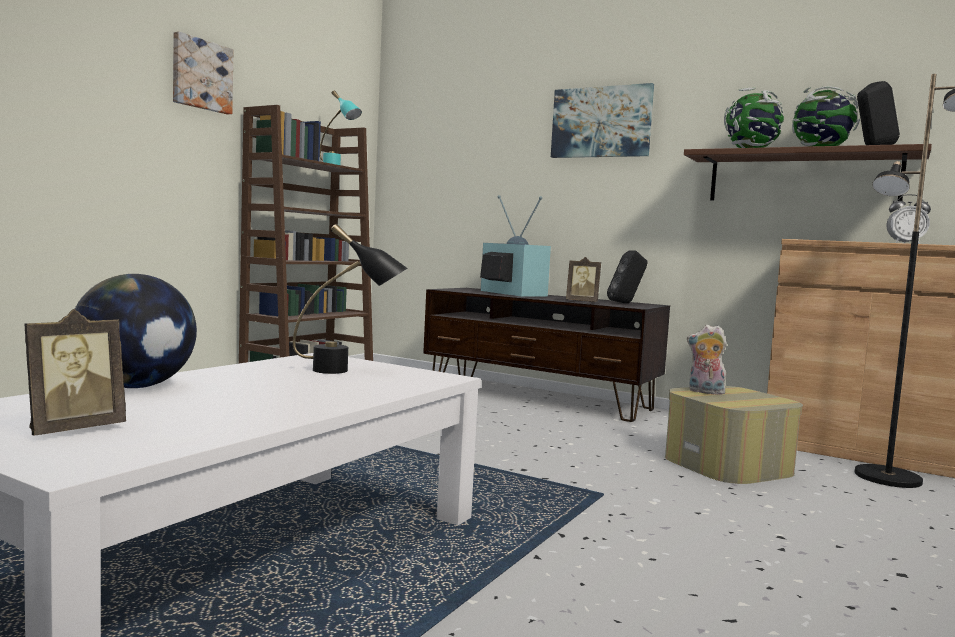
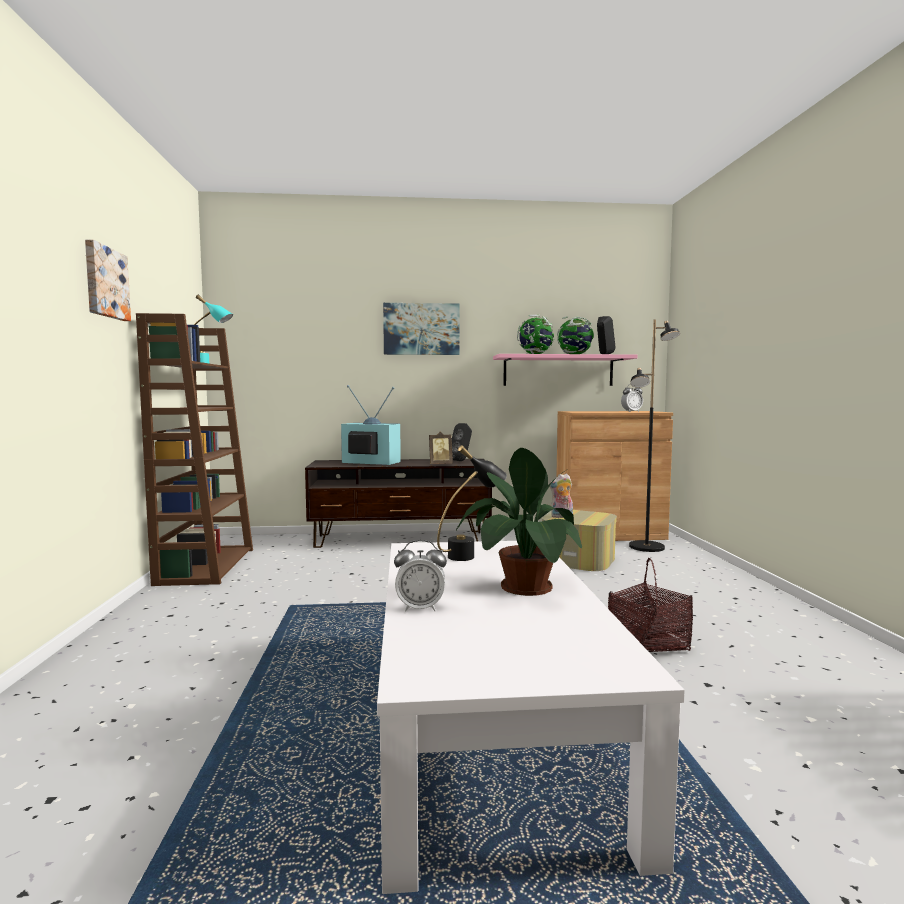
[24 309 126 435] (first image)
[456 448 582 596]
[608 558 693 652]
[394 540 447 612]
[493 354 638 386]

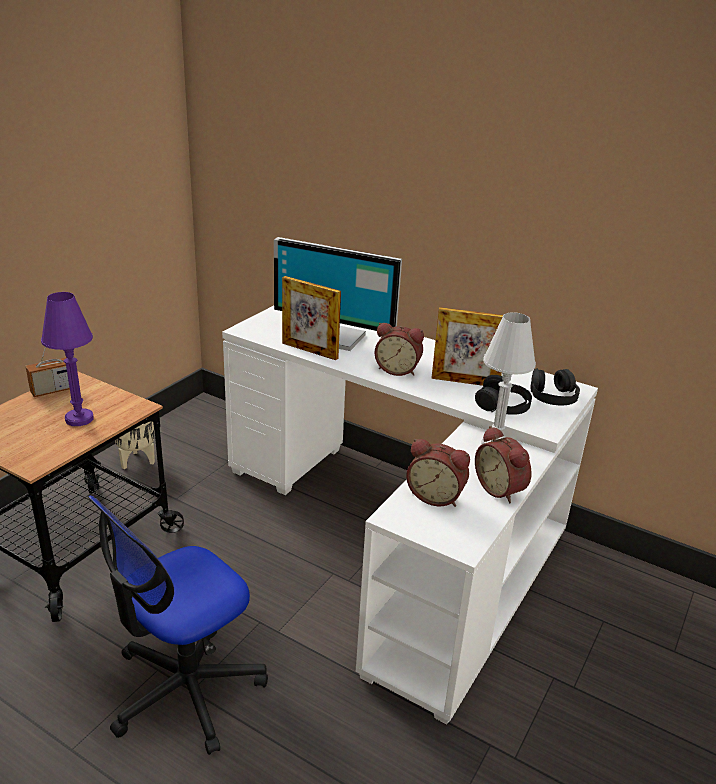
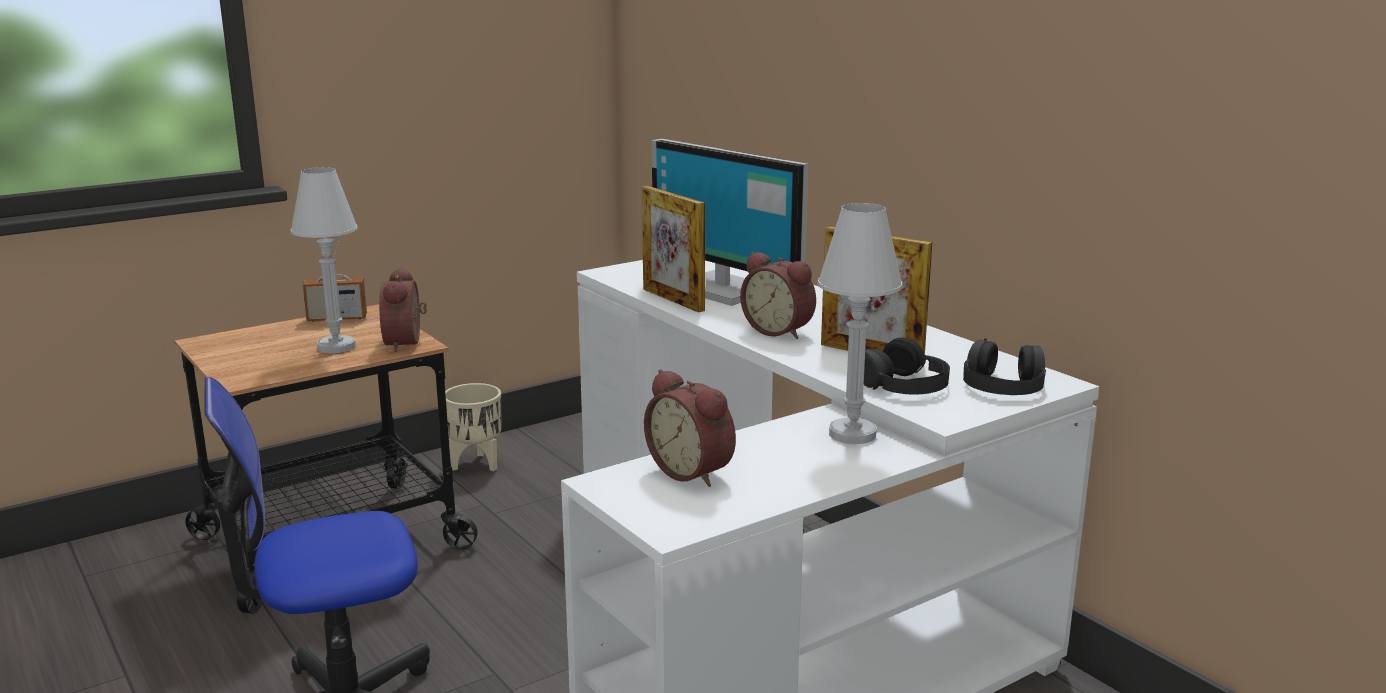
[379 267 427 352]
[291 167 358 353]

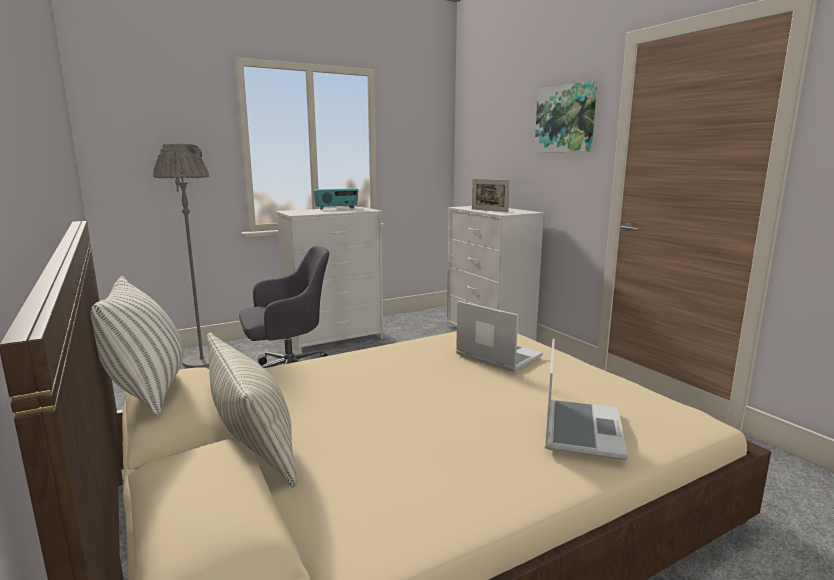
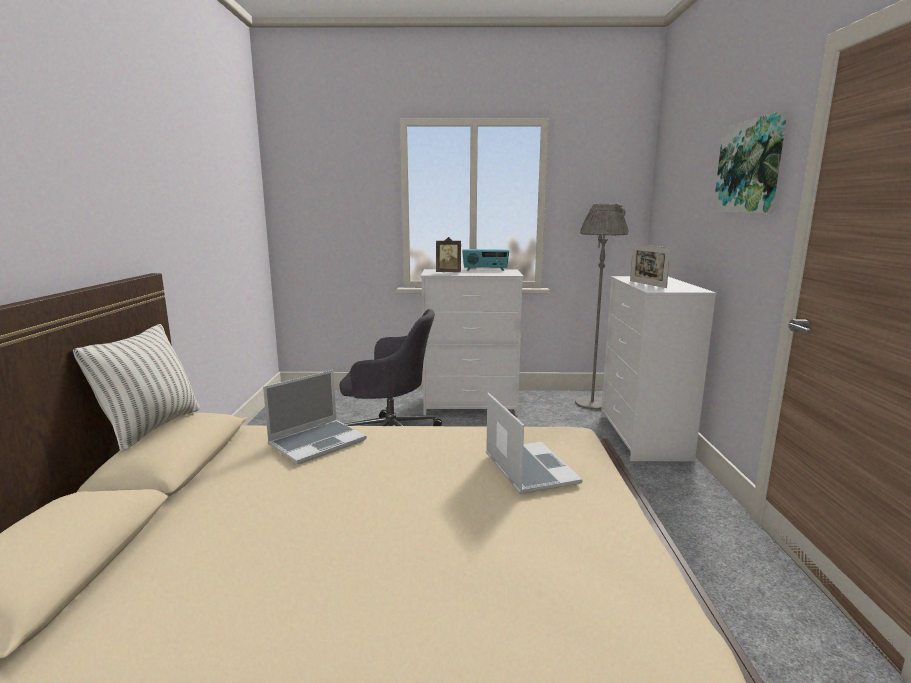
[207 333 297 487] (first image)
[436 237 461 272]
[575 204 629 410]
[263 370 367 464]

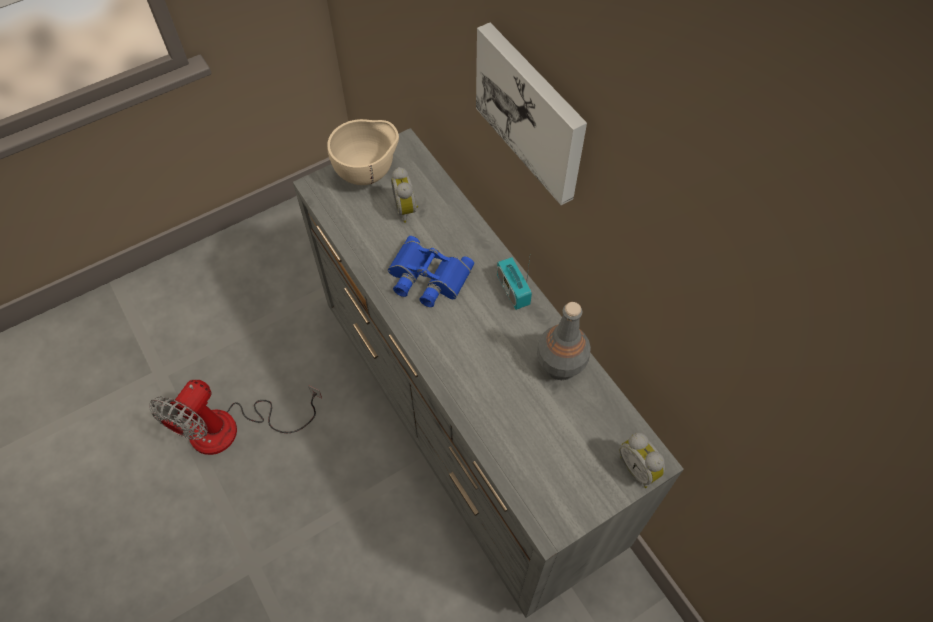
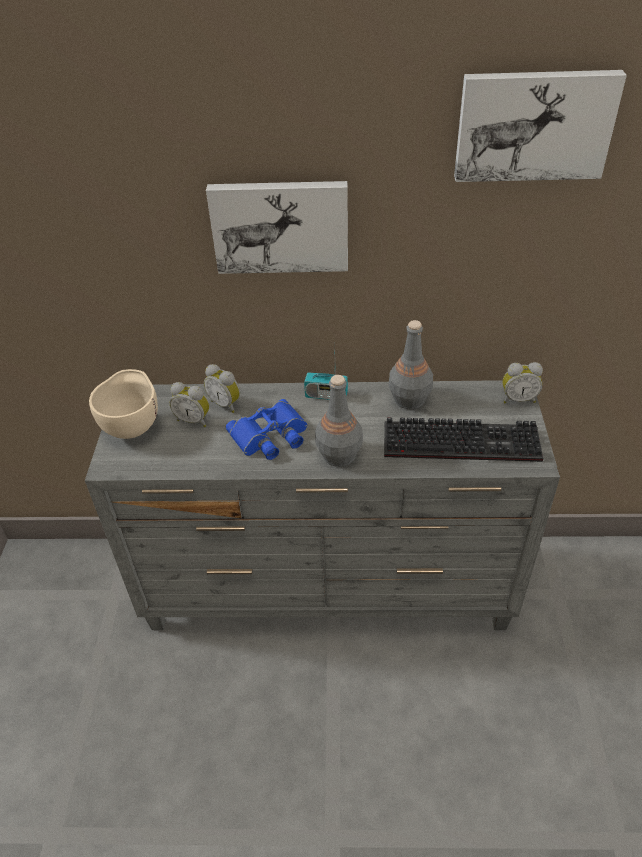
[149 380 322 455] (first image)
[204 364 240 413]
[315 375 363 467]
[384 417 543 462]
[454 70 627 182]

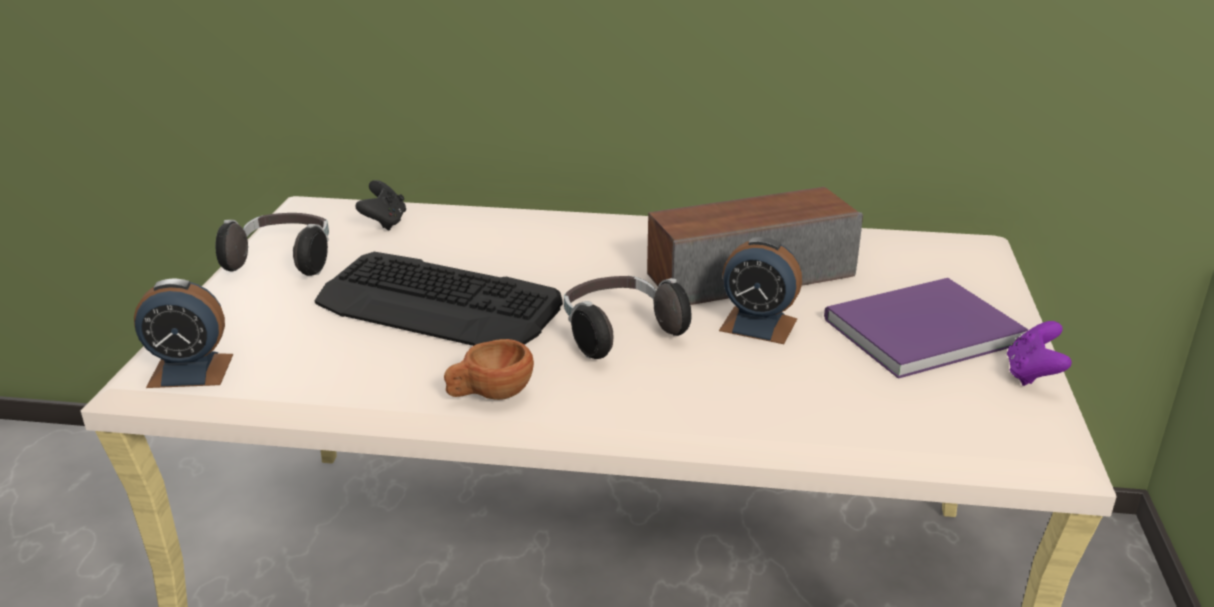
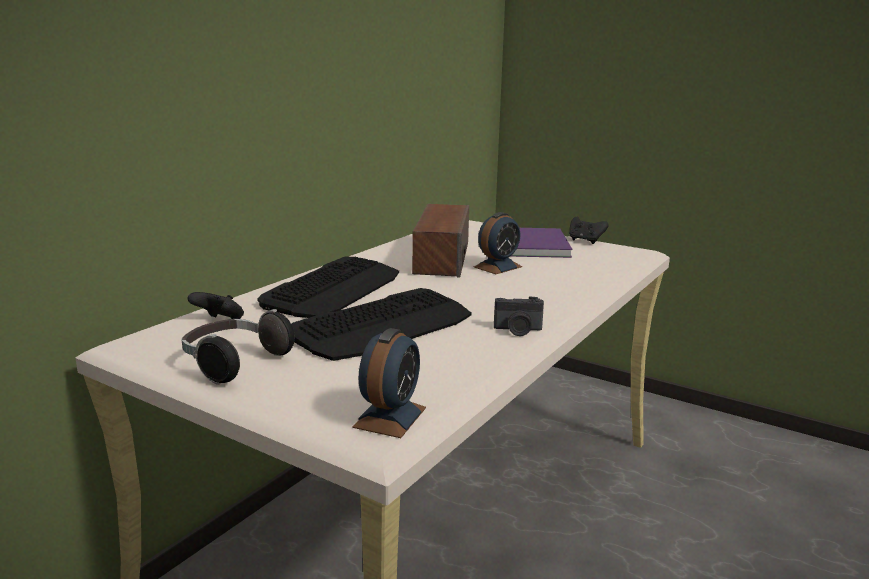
[564 276 691 359] (first image)
[257 257 399 318]
[494 296 544 336]
[569 217 609 244]

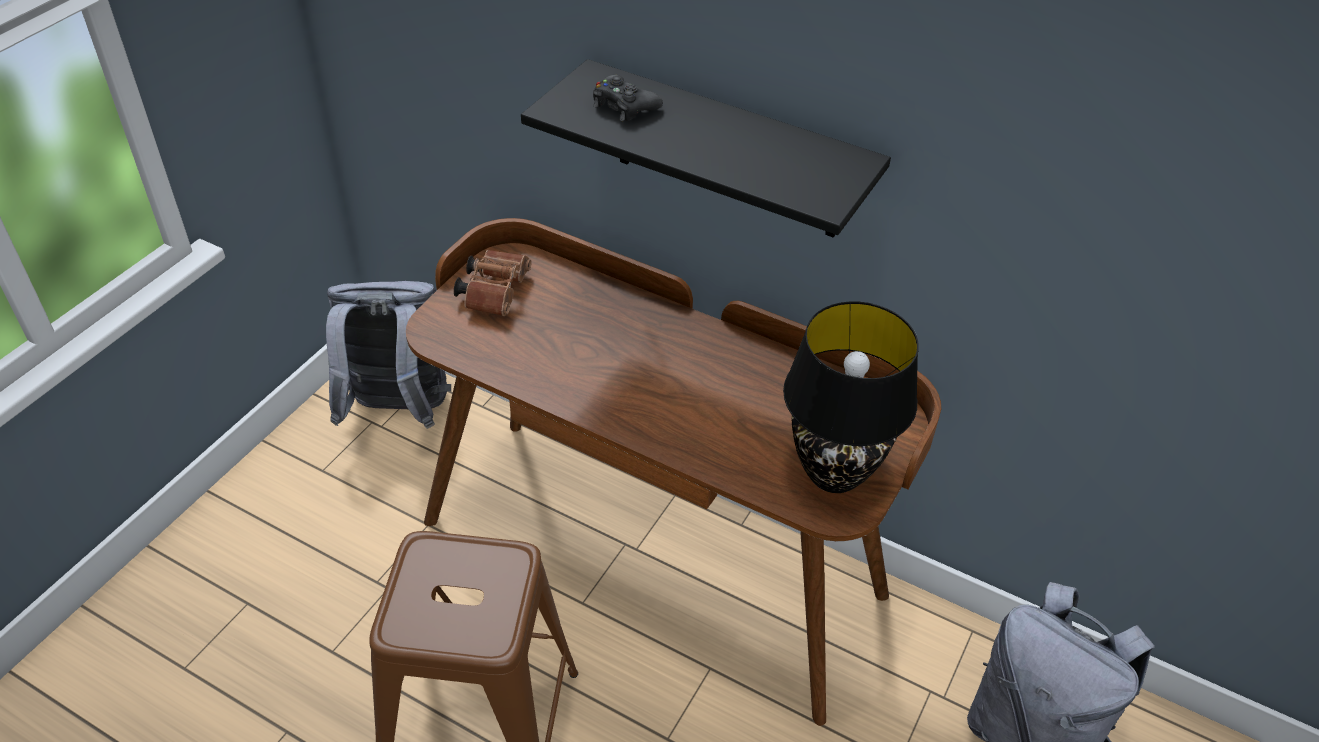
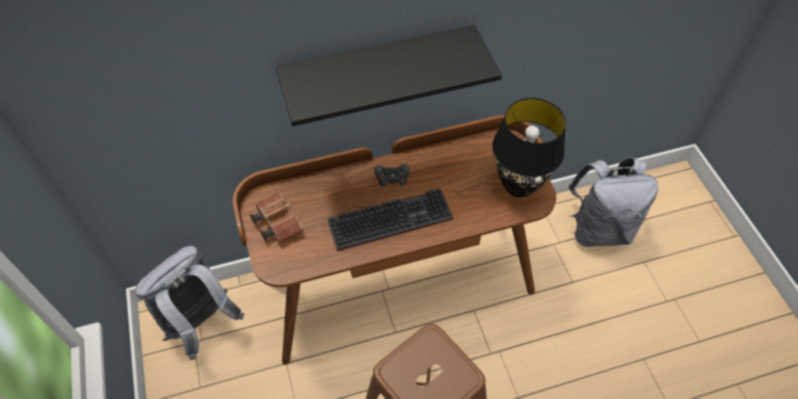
[328 188 453 251]
[375 164 409 188]

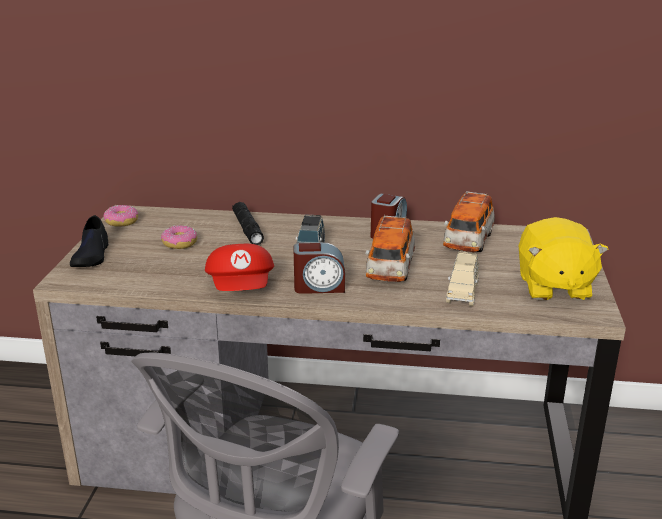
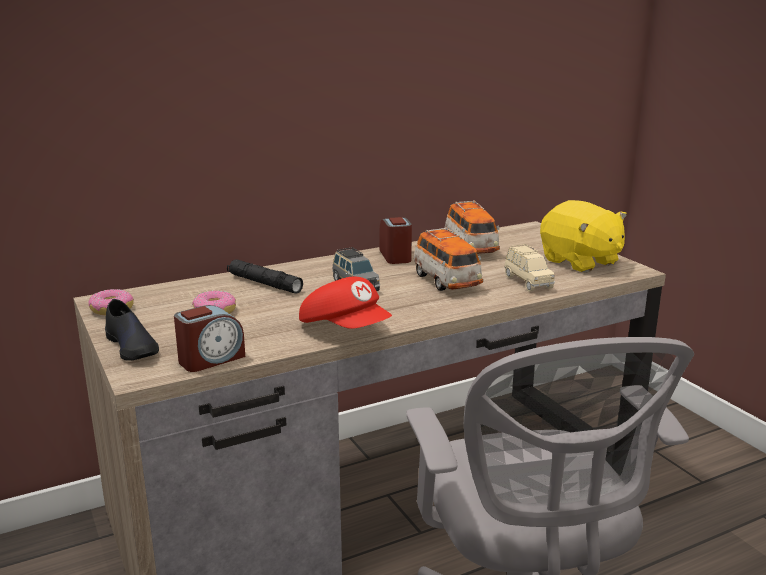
[174 305 245 372]

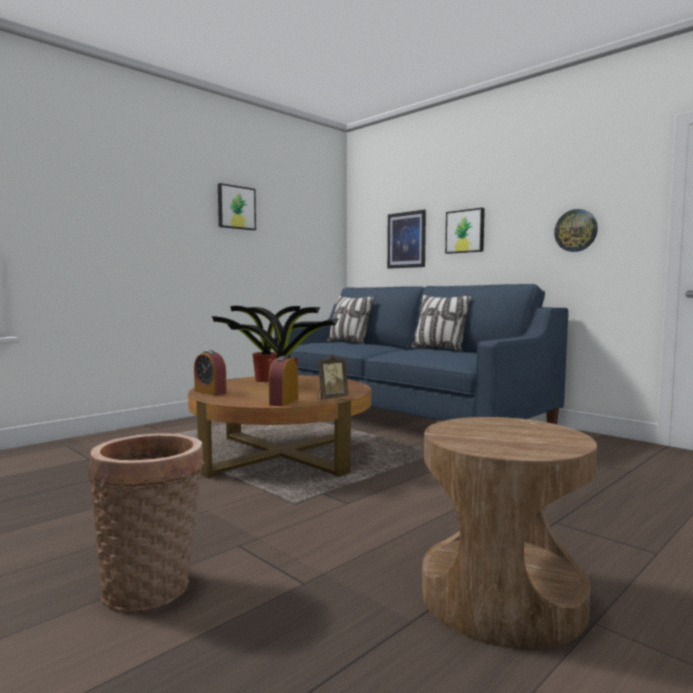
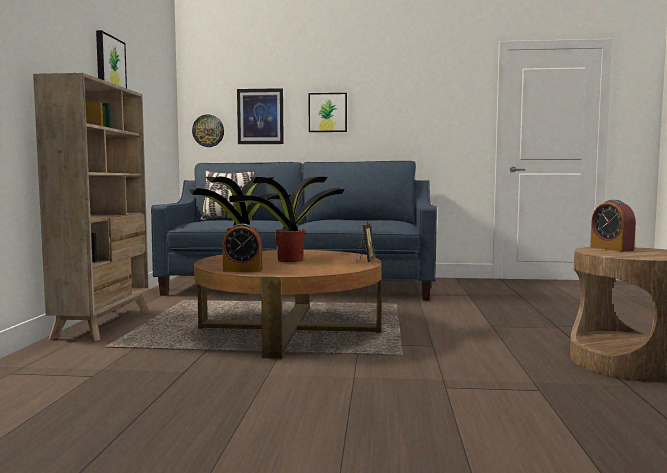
[88 434 204 612] (first image)
[411 295 472 351] (first image)
[33 73 149 341]
[590 200 636 252]
[192 115 224 147]

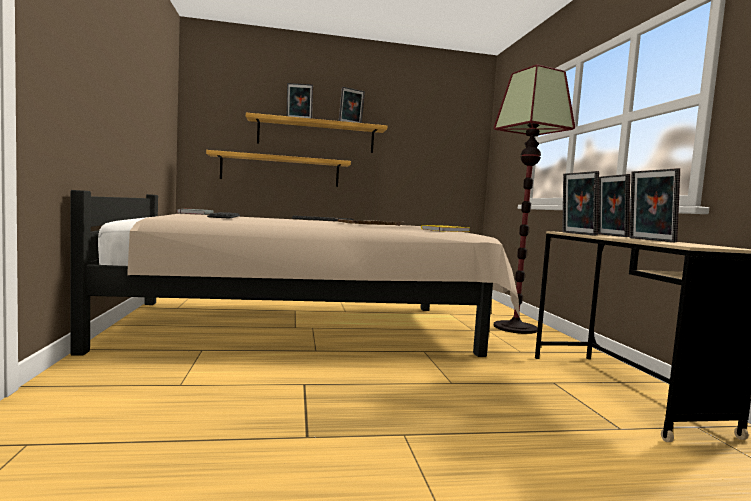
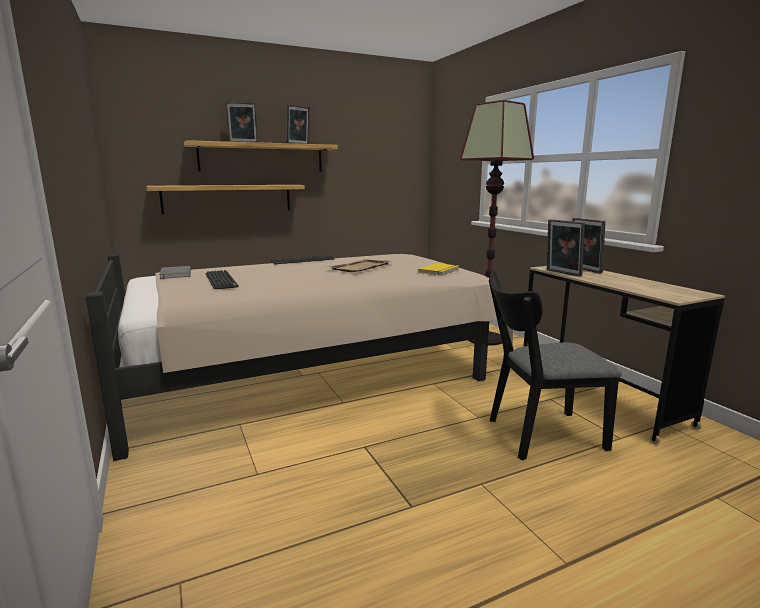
[629 168 680 242] (first image)
[489 271 622 460]

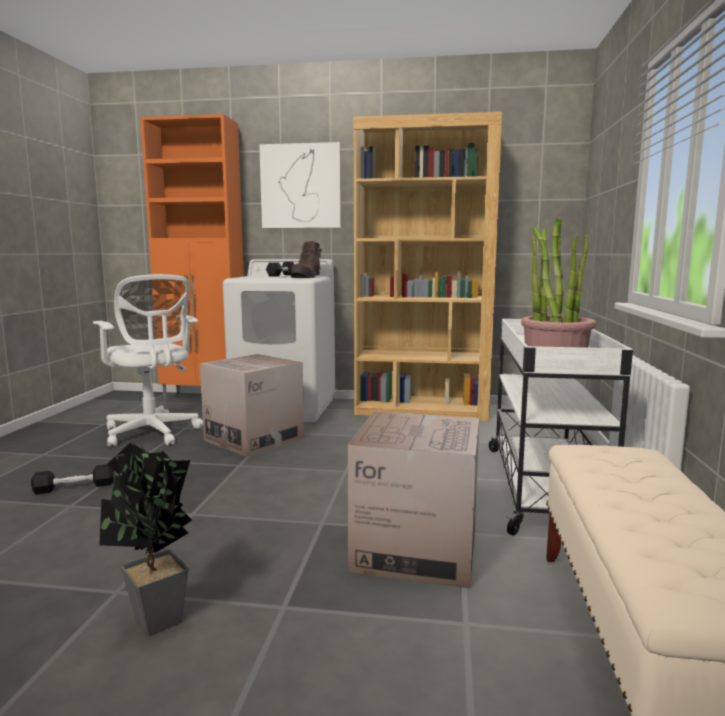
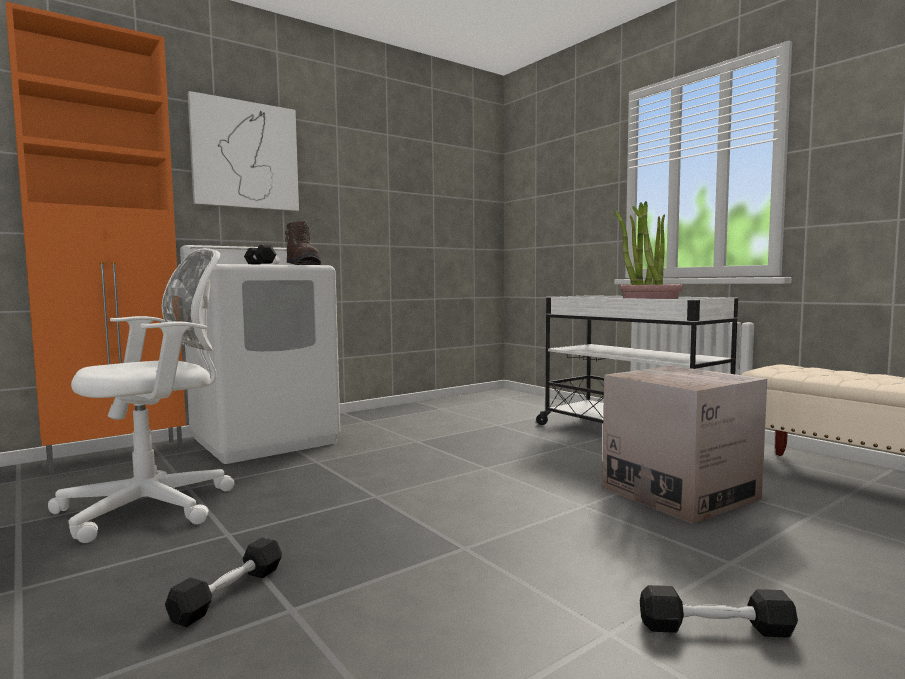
[200 354 304 457] (first image)
[353 112 502 421] (first image)
[640 585 798 638]
[48 248 234 543]

